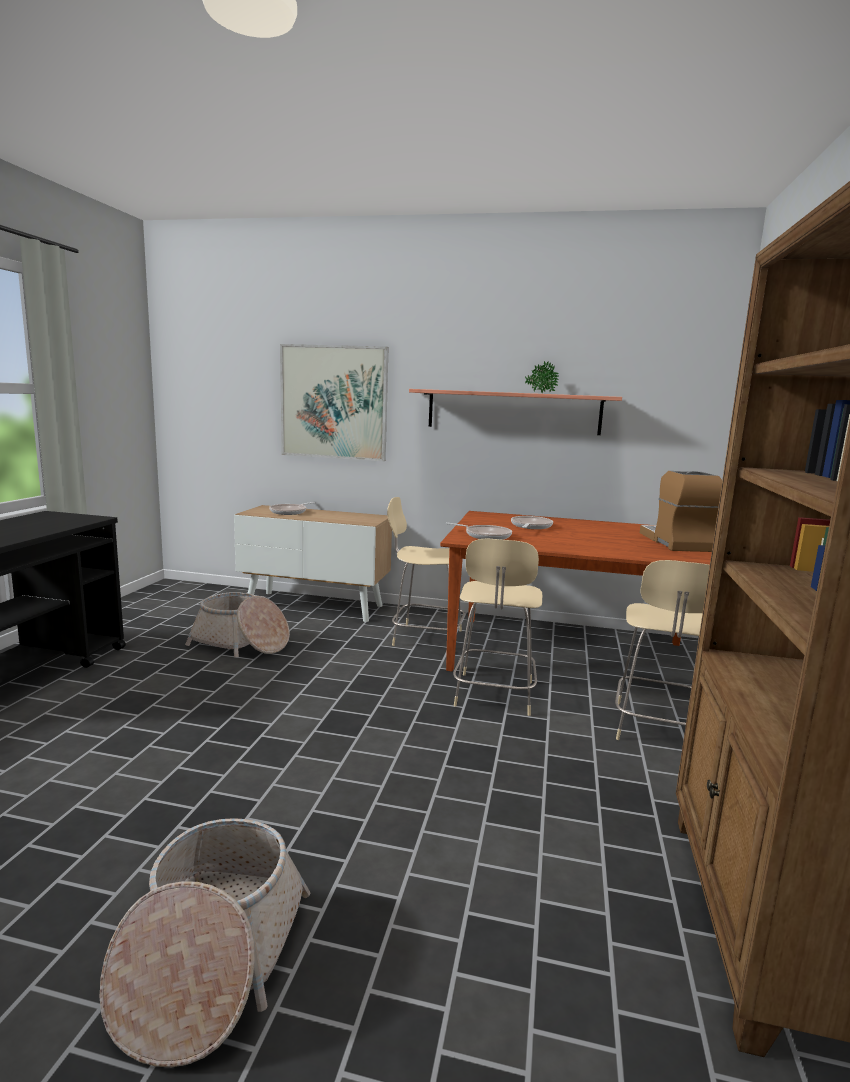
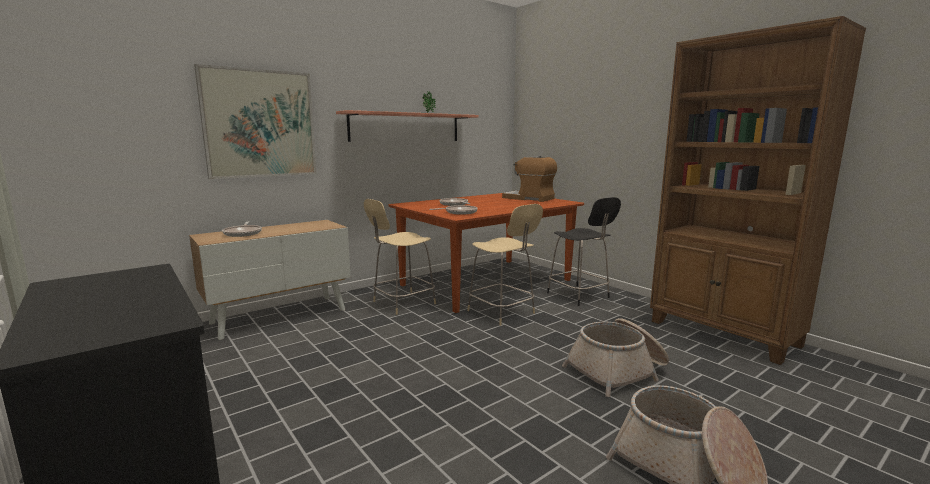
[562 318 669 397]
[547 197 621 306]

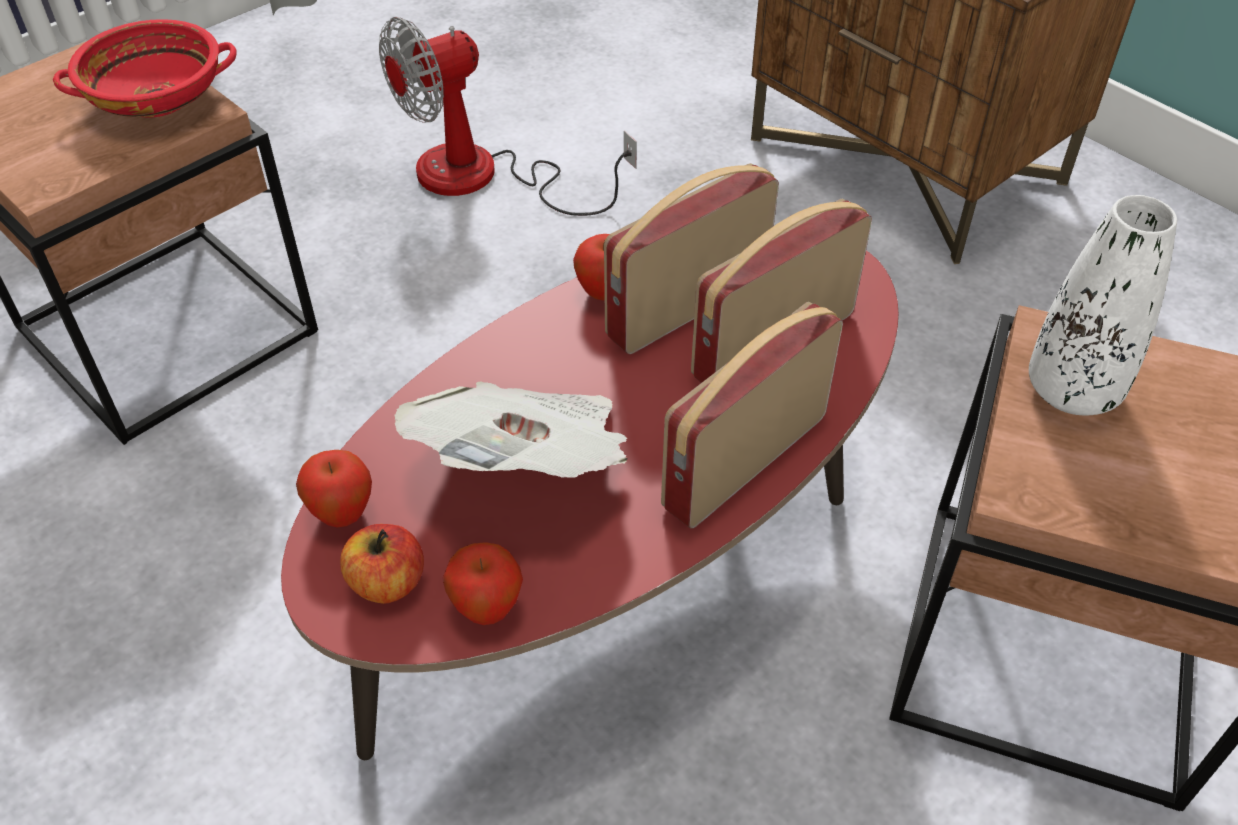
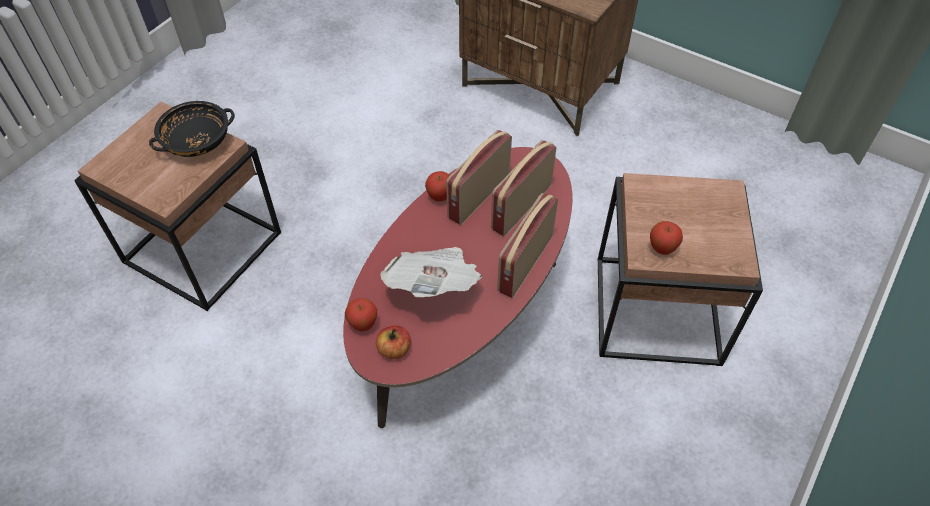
[379 17 637 216] (first image)
[1029 195 1177 415] (first image)
[650 221 683 255]
[149 101 235 157]

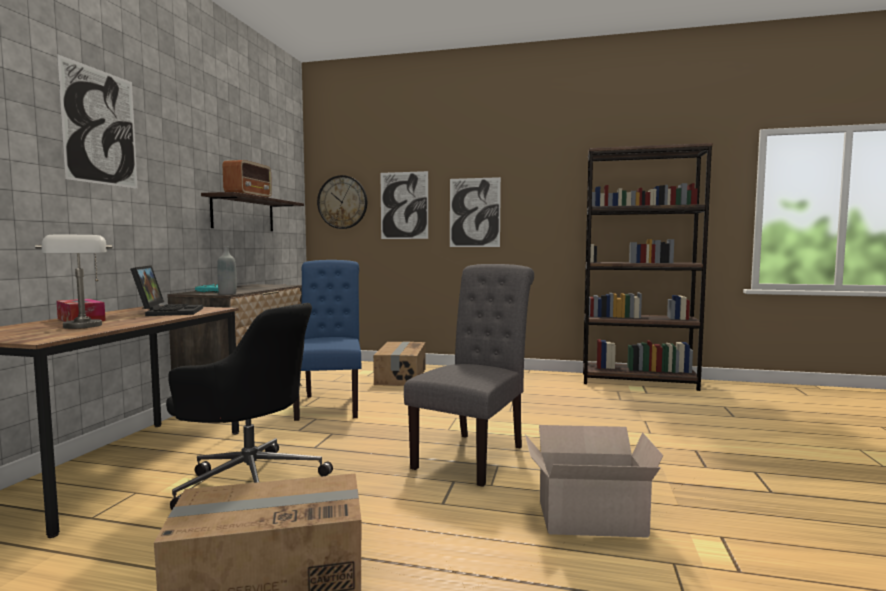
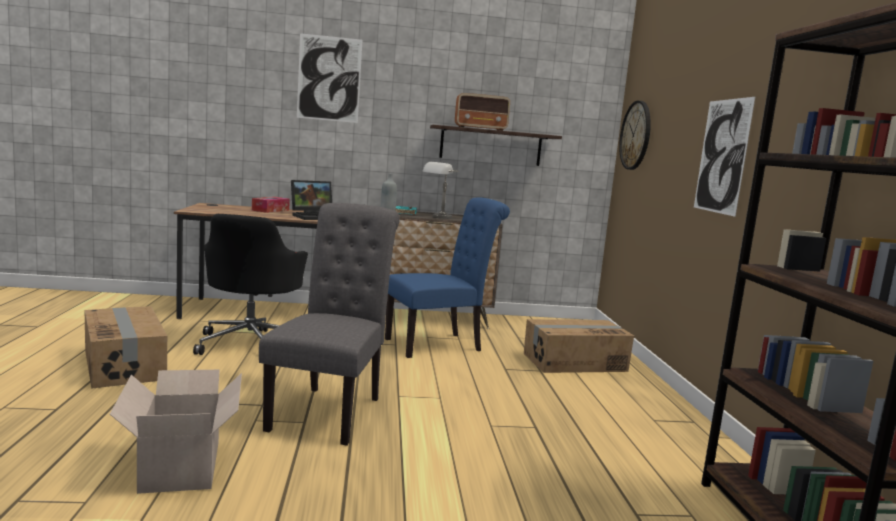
[381 171 428 239] (first image)
[422 162 459 219]
[259 203 400 446]

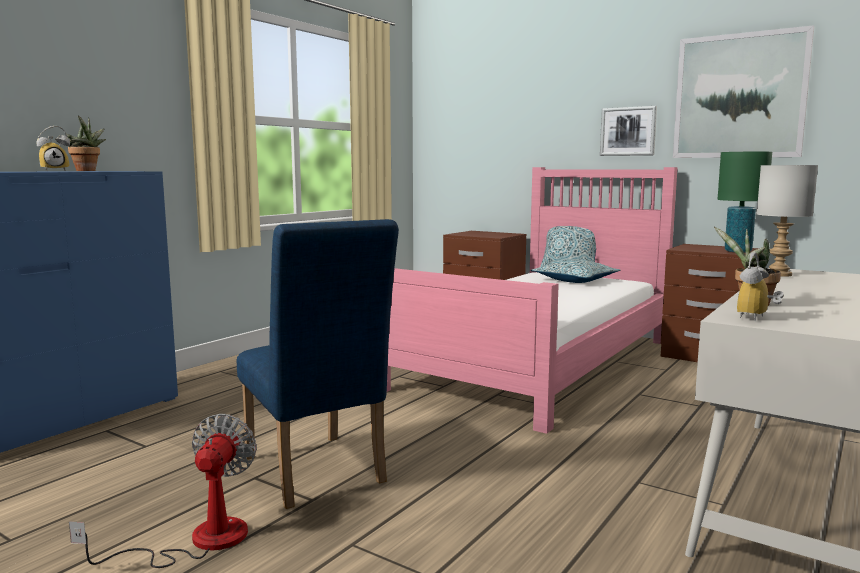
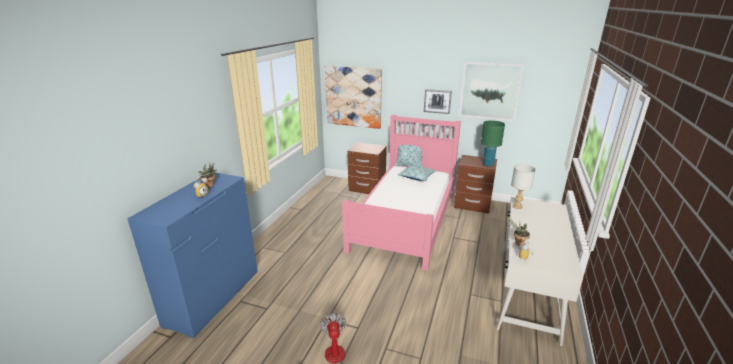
[237 219 399 509] (first image)
[325 66 382 129]

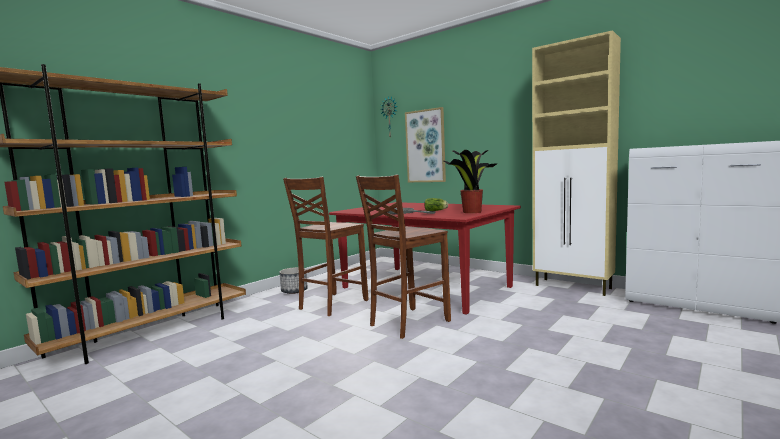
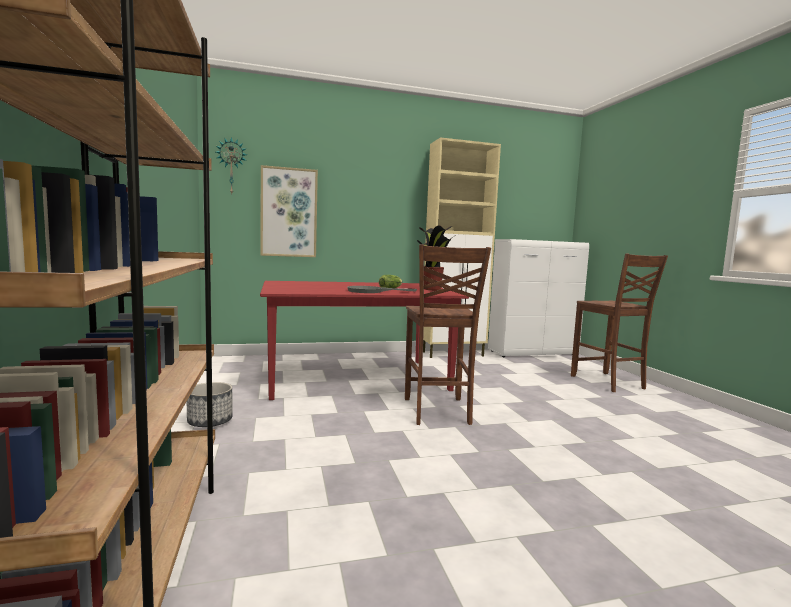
[571 253 668 392]

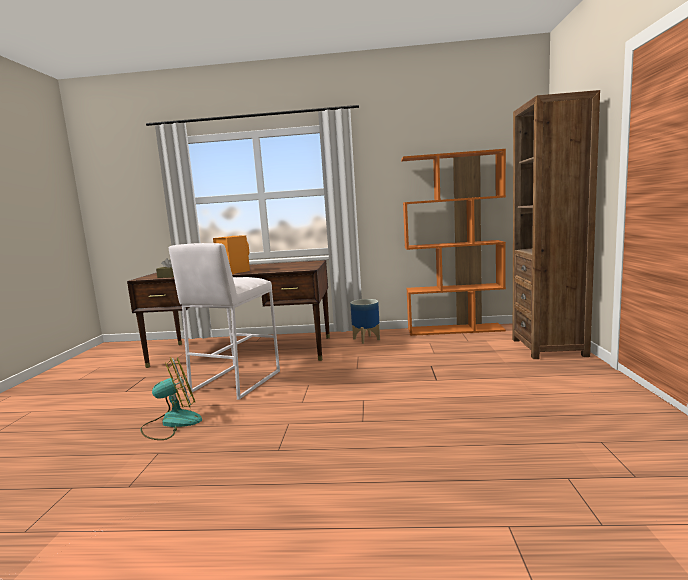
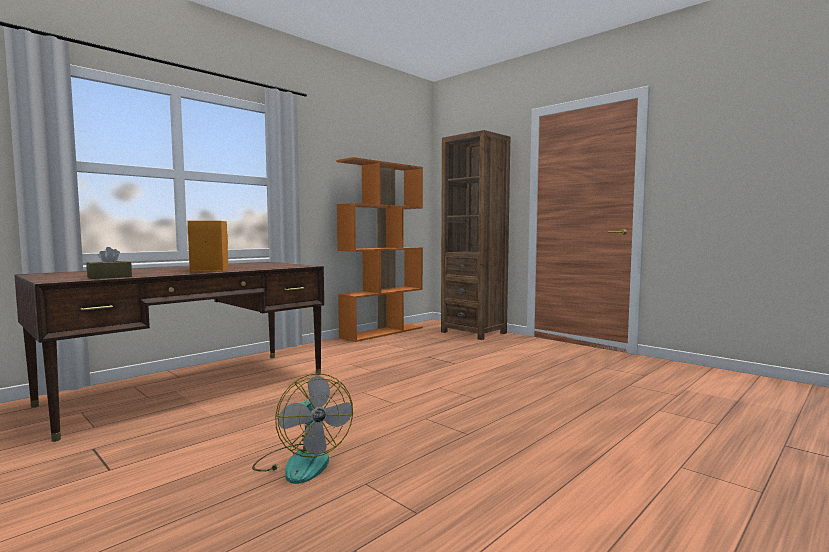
[169 243 280 400] (first image)
[350 299 380 344] (first image)
[252 373 353 484]

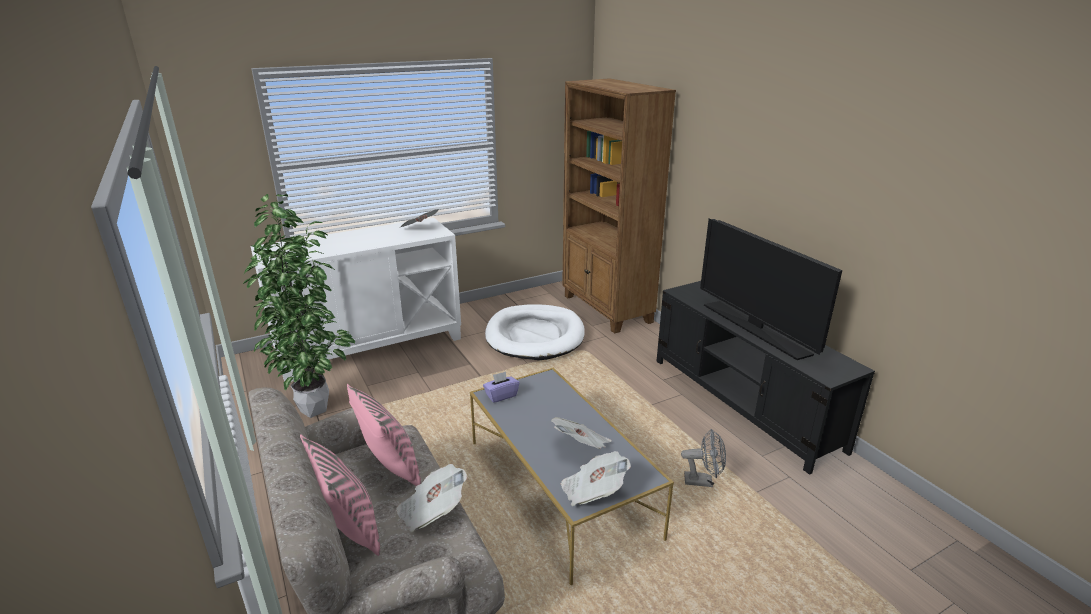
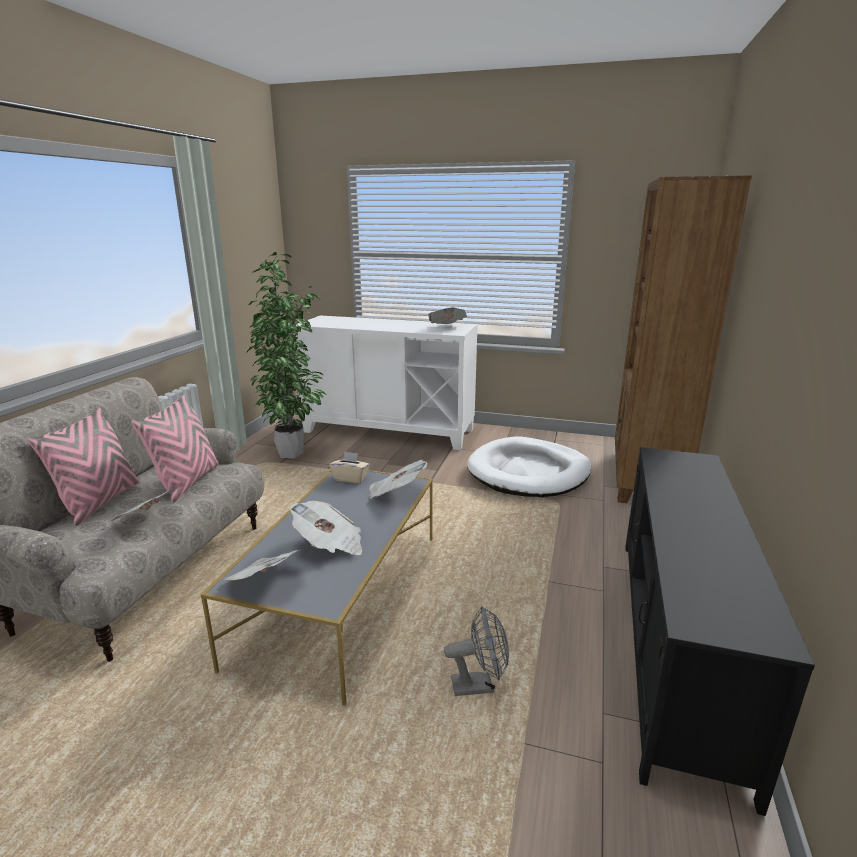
[700 219 842 360] (first image)
[369 459 427 499]
[329 451 370 484]
[444 606 509 696]

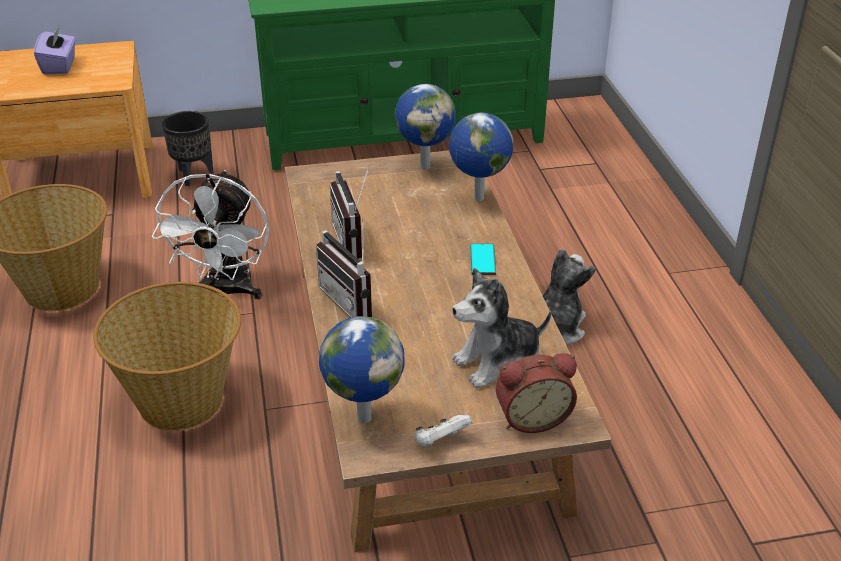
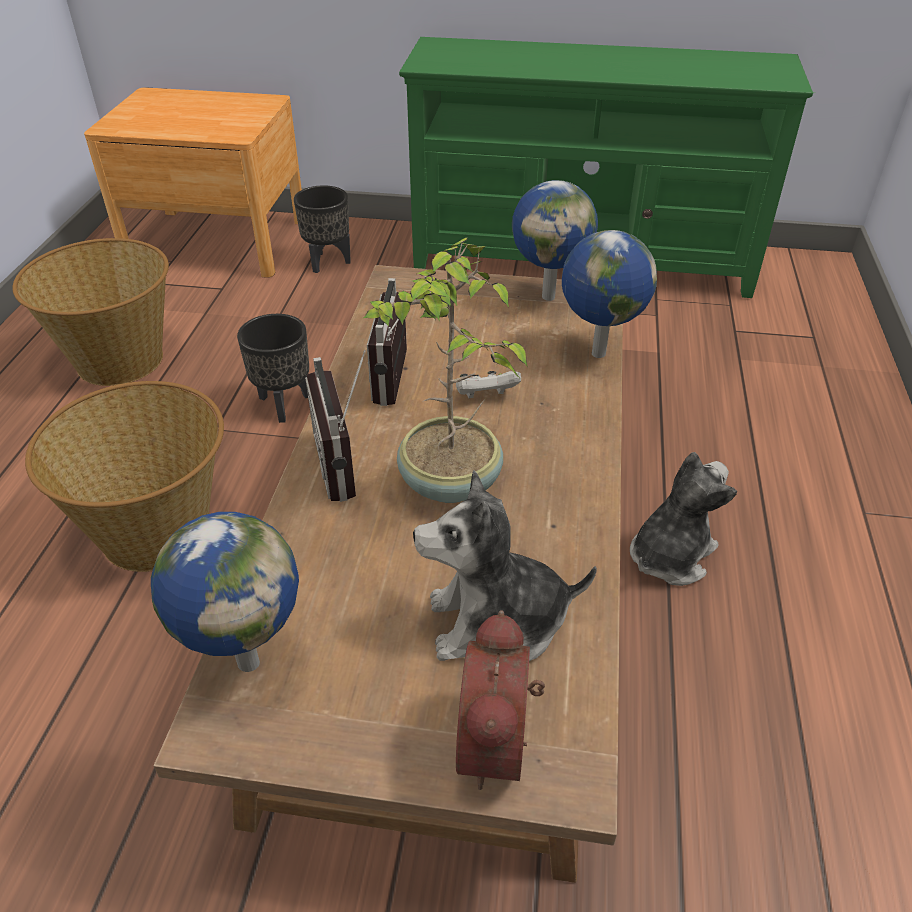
[34 26 76 75] (first image)
[470 244 496 275] (first image)
[364 238 528 503]
[456 371 521 399]
[237 314 309 423]
[456 610 545 790]

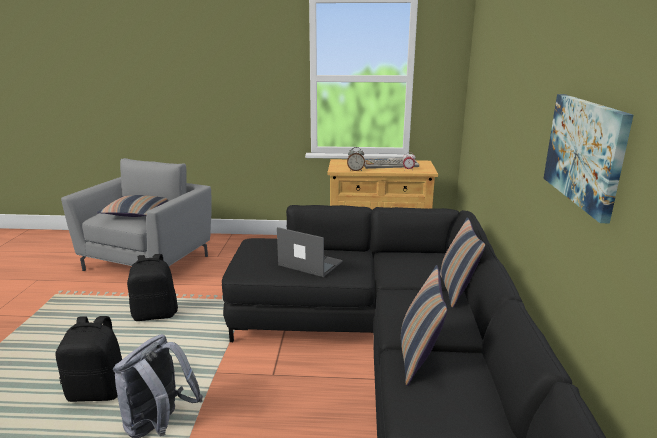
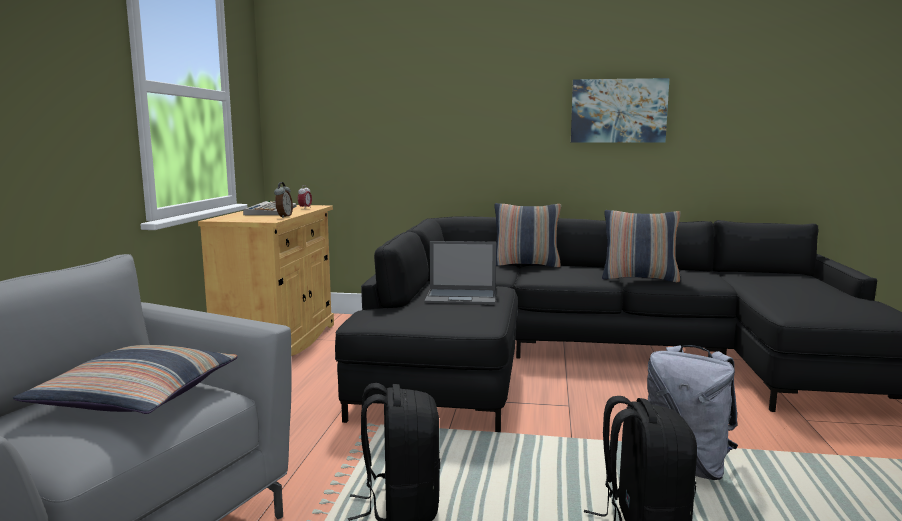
[425 241 496 305]

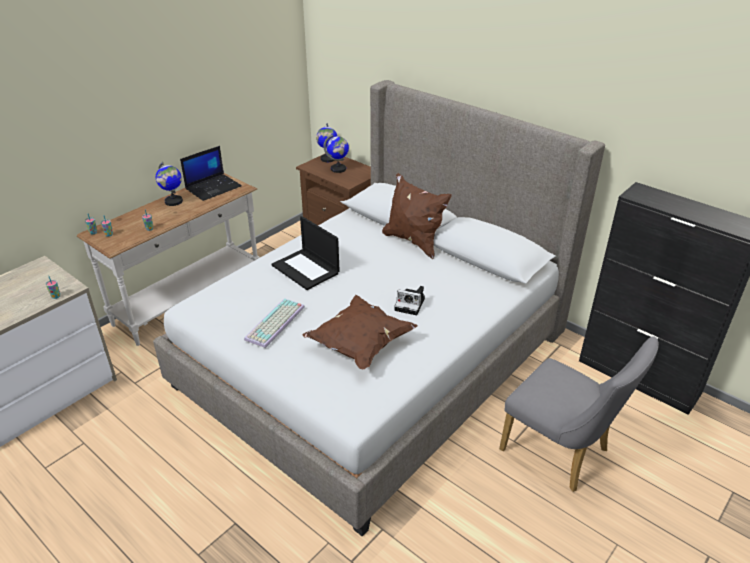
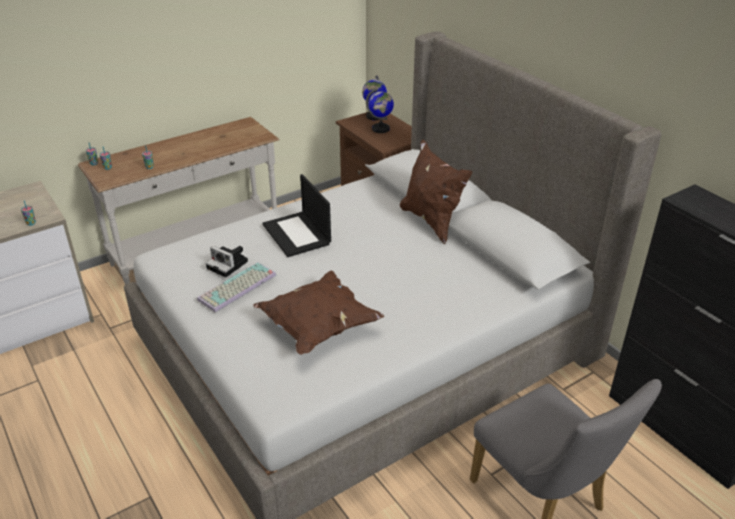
[156 162 183 206] (first image)
[180 146 242 201] (first image)
[206 246 248 277]

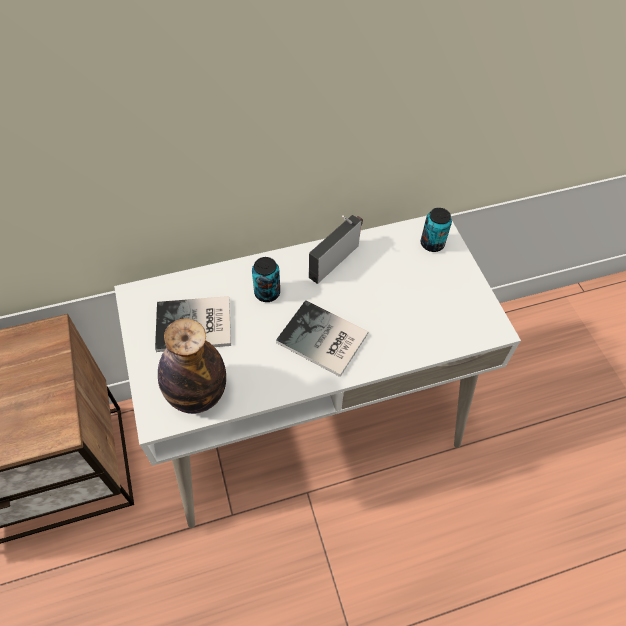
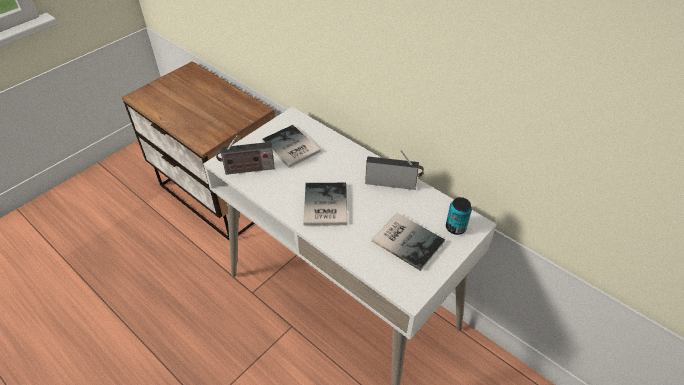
[252 257 280 302] (first image)
[372 213 445 271]
[216 135 275 175]

